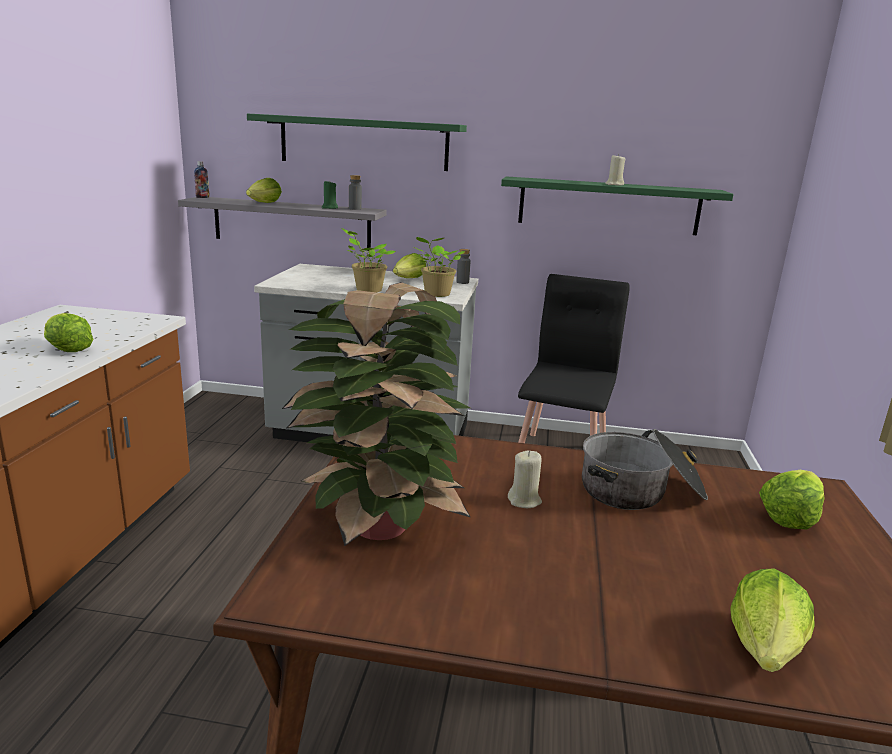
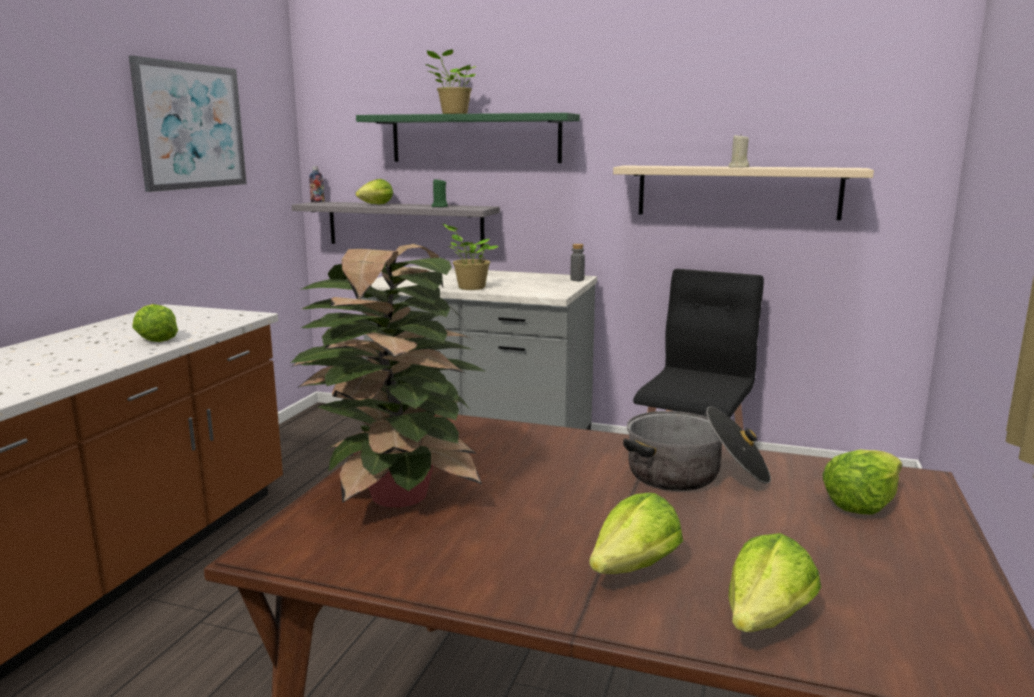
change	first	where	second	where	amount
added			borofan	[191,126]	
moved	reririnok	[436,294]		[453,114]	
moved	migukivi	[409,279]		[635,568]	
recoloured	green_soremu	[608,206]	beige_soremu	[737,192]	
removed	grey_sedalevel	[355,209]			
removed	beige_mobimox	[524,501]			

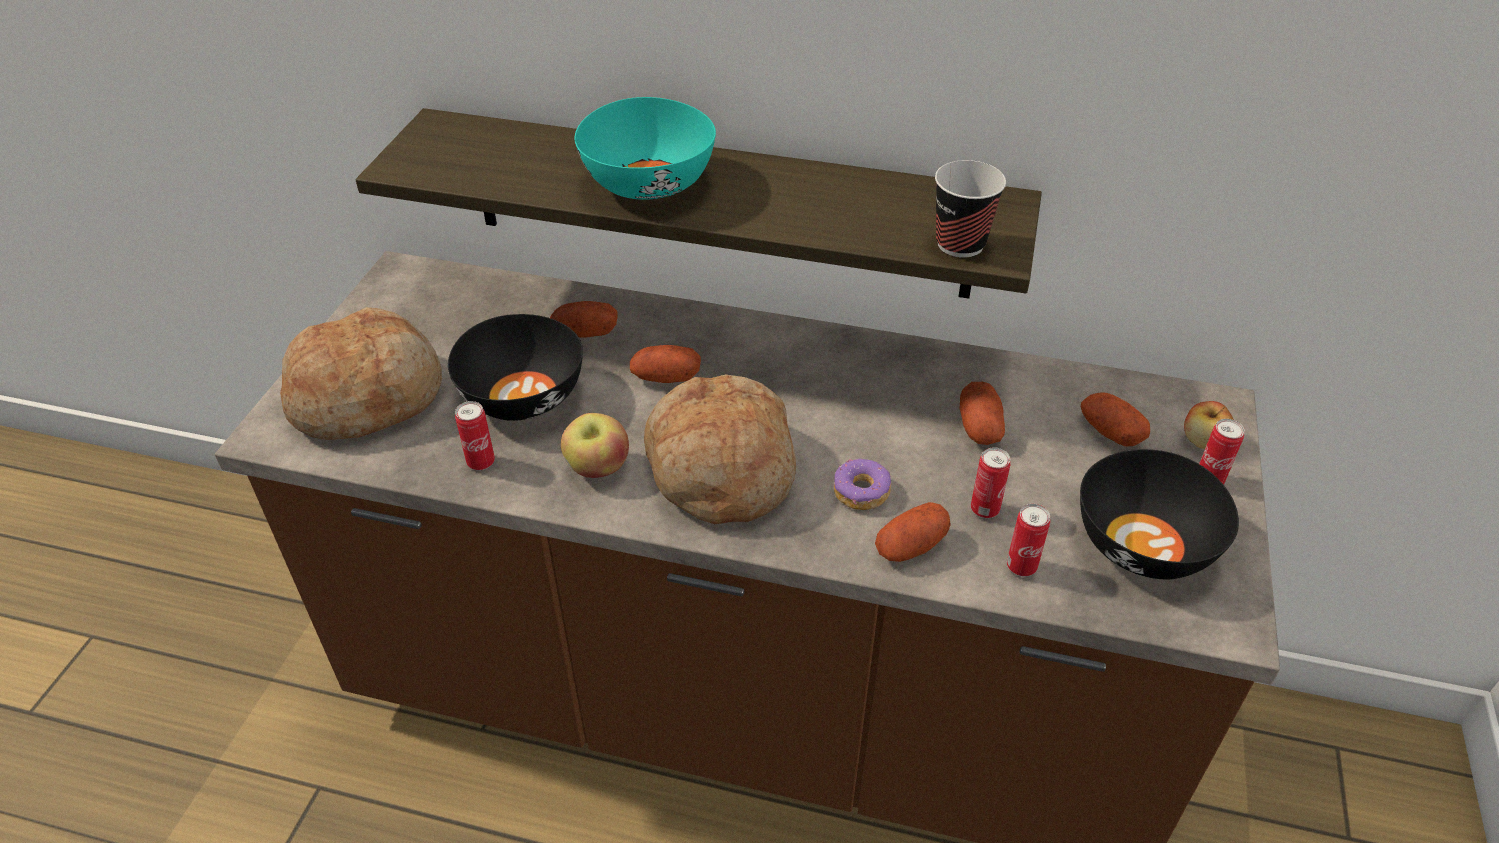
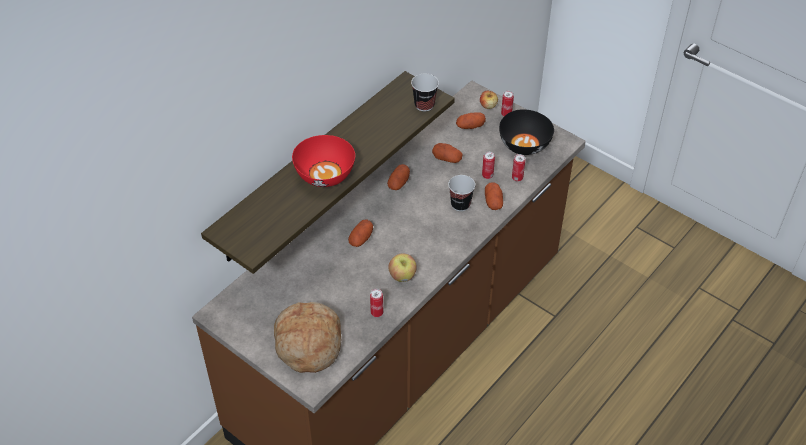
change	first	where	second	where	amount
recoloured	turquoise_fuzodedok	[647,183]	red_fuzodedok	[324,175]	
moved	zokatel	[584,333]		[398,183]	
replaced	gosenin	[861,492]	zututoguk	[460,204]	
removed	black_fuzodedok	[521,397]			
removed	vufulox	[720,468]			

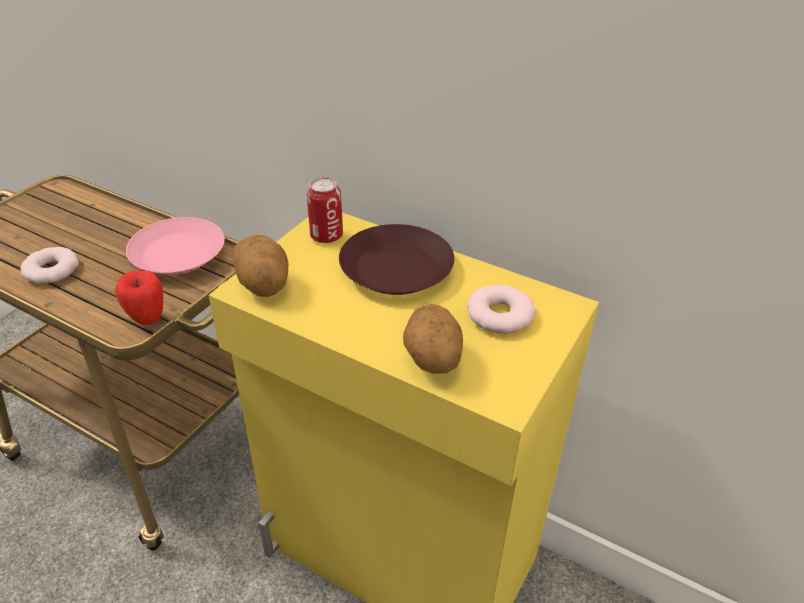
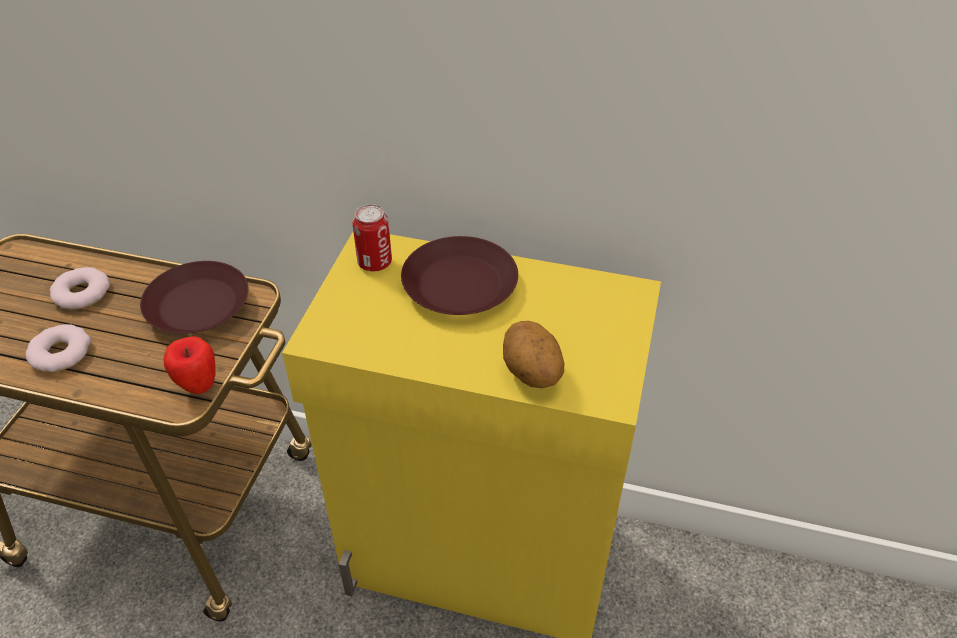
change	first	where	second	where	amount
moved	gosenin	[499,315]		[81,293]	
recoloured	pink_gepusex	[178,253]	brown_gepusex	[197,305]	
removed	zokatel	[264,285]			

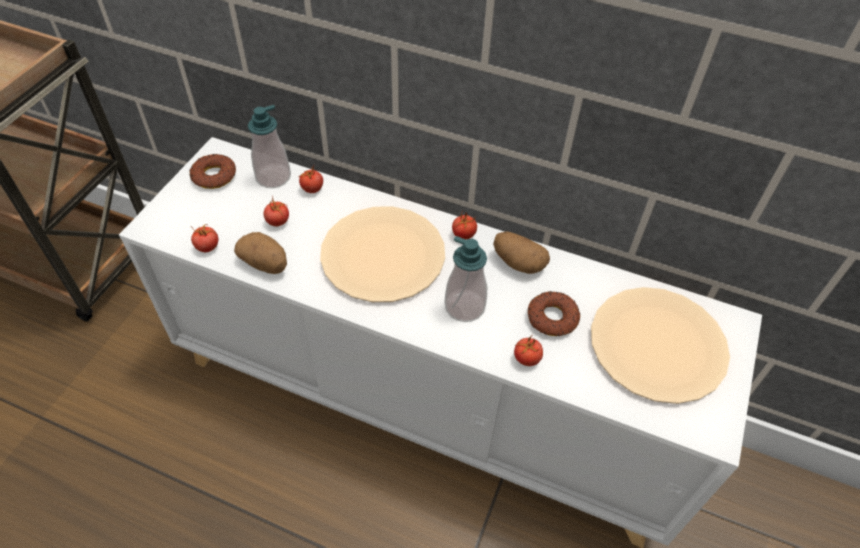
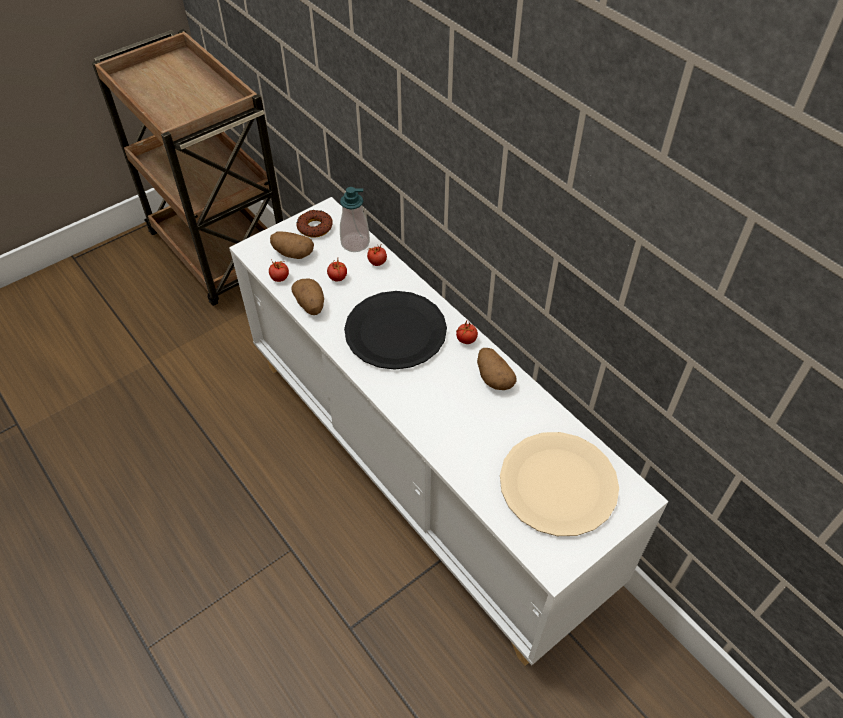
change	first	where	second	where	amount
added			zokatel	[292,253]	
recoloured	beige_gepusex	[383,255]	black_gepusex	[395,331]	
removed	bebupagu	[464,307]			
removed	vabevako	[526,359]			
removed	gosenin	[552,318]			

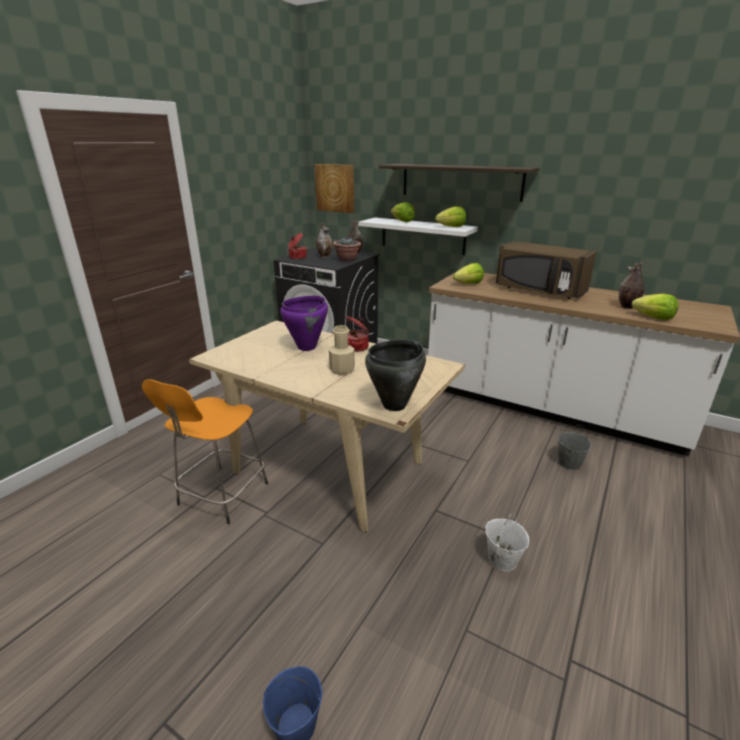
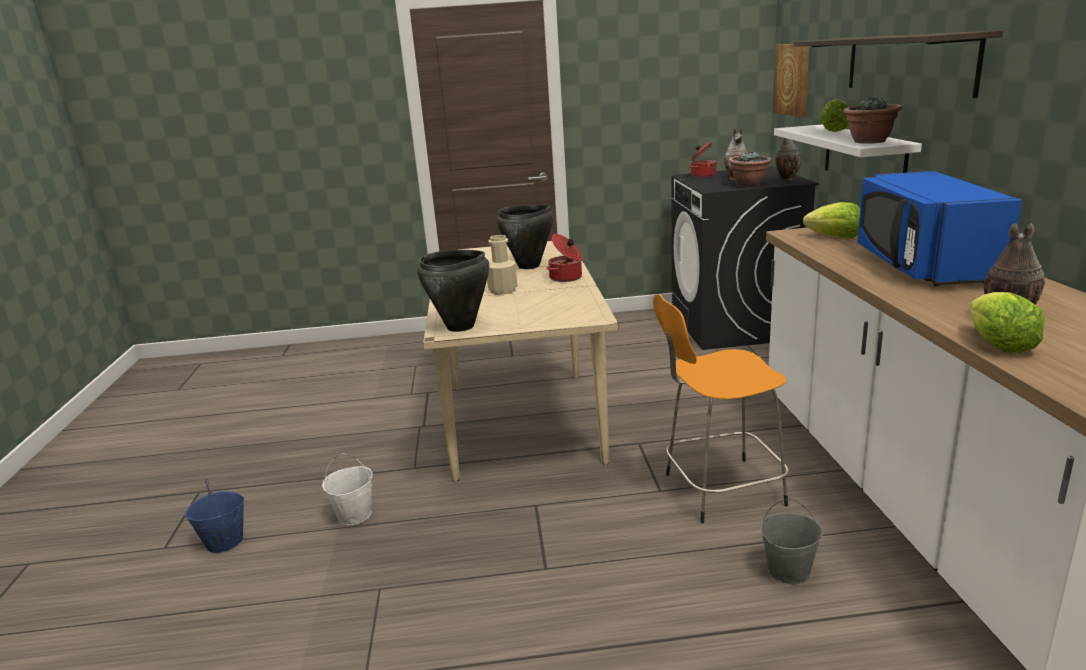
change	first	where	second	where	amount
moved	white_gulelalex	[502,559]		[355,515]	
recoloured	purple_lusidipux	[307,347]	black_lusidipux	[529,266]	
moved	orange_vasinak	[221,496]		[719,490]	
replaced	migukivi	[452,227]	reririnok	[869,141]	
recoloured	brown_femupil	[539,290]	blue_femupil	[922,266]	

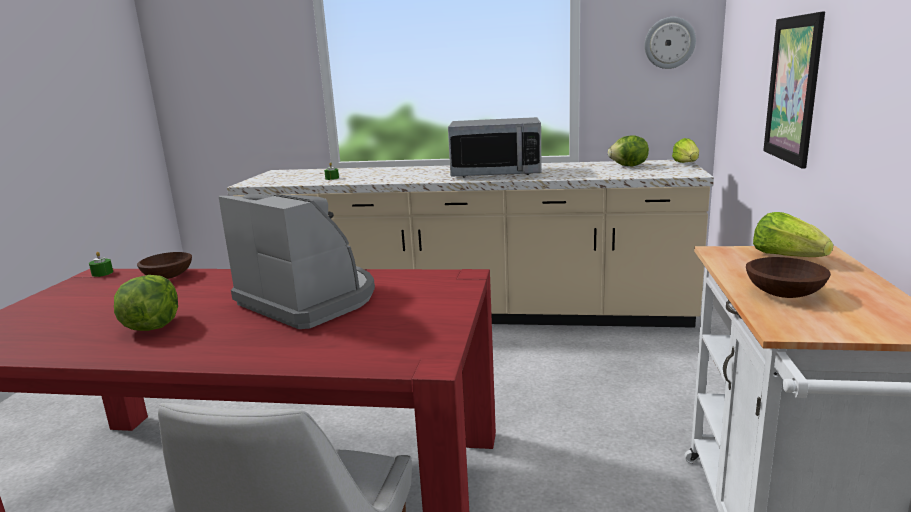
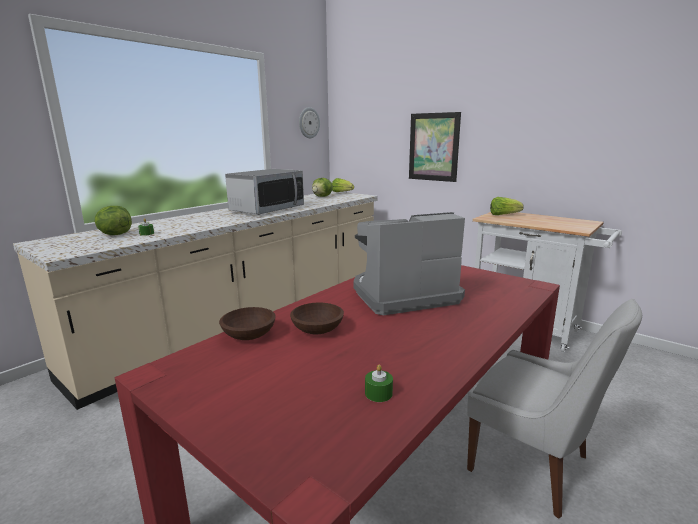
change	first	where	second	where	amount
moved	migukivi	[152,327]		[114,234]	
moved	brown_fuzodedok	[782,293]		[317,330]	
moved	green_mobimox	[102,273]		[378,393]	

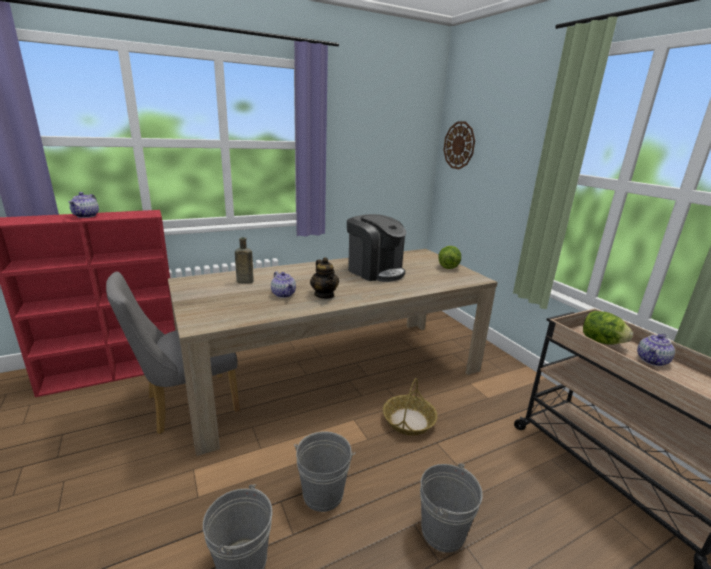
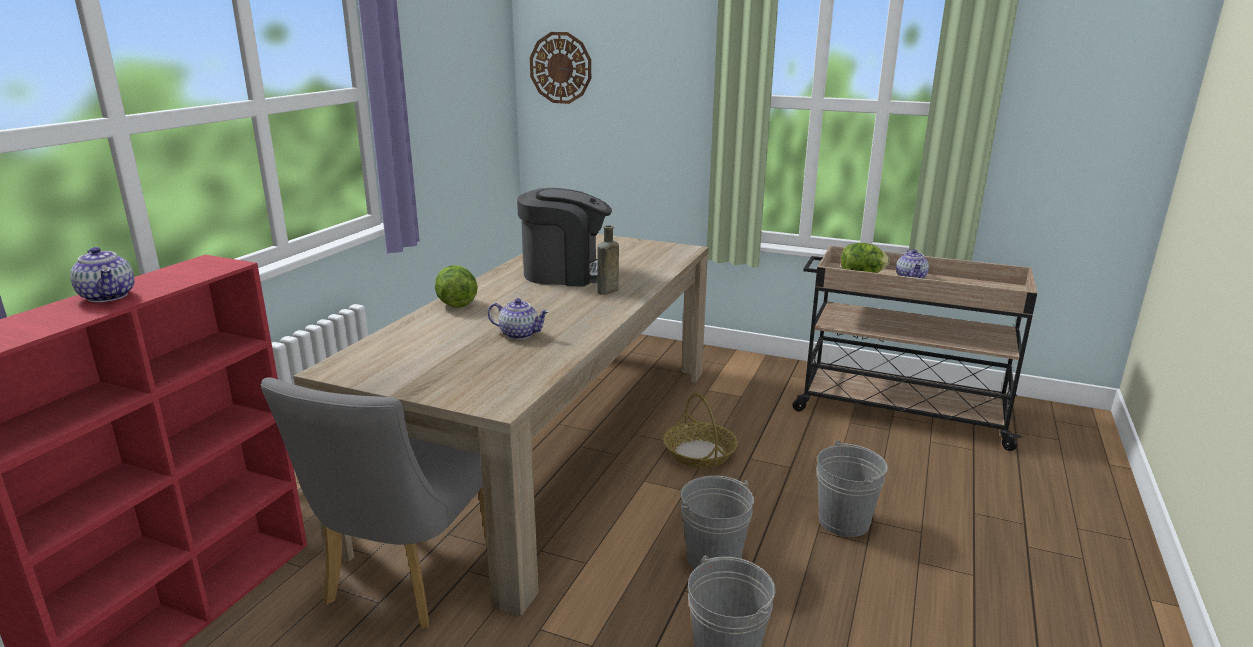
change	first	where	second	where	amount
moved	migukivi	[448,267]		[456,304]	
moved	brown_sedalevel	[243,281]		[606,291]	
removed	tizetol	[324,295]			

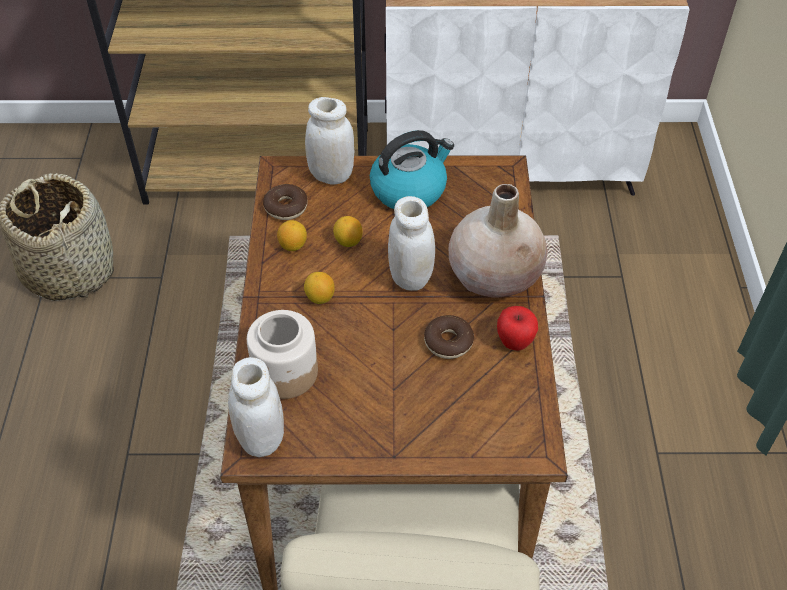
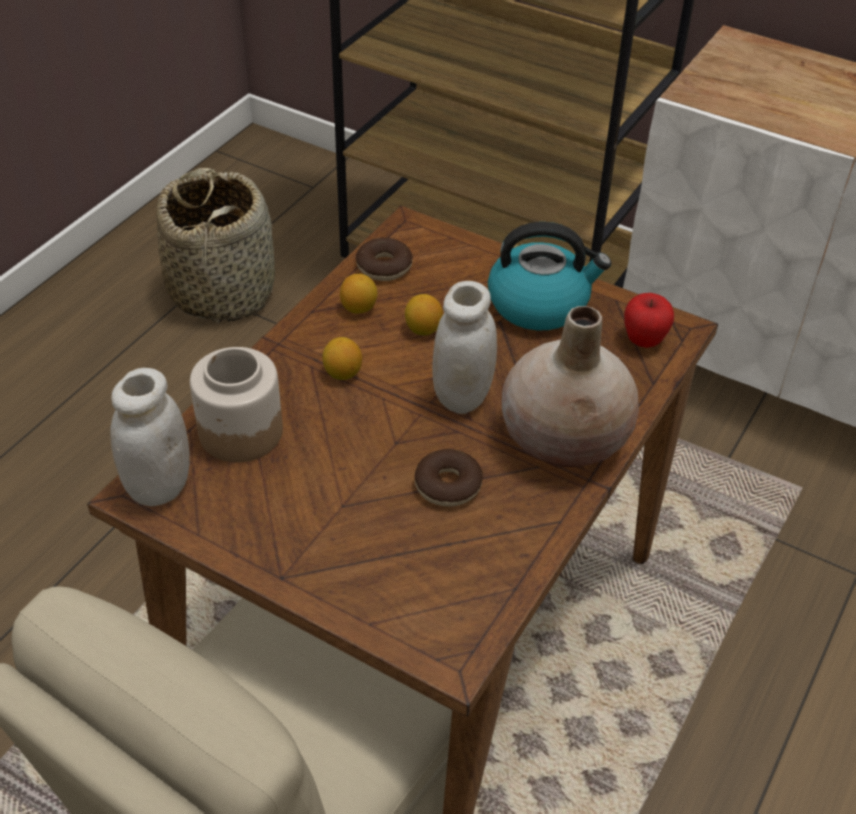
change	first	where	second	where	amount
moved	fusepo	[514,342]		[644,341]	
removed	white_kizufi	[331,175]			

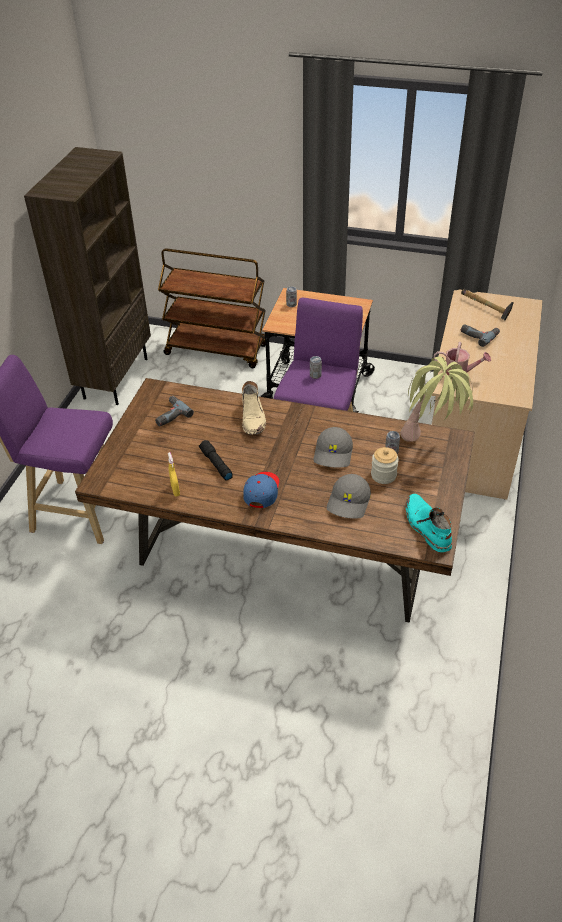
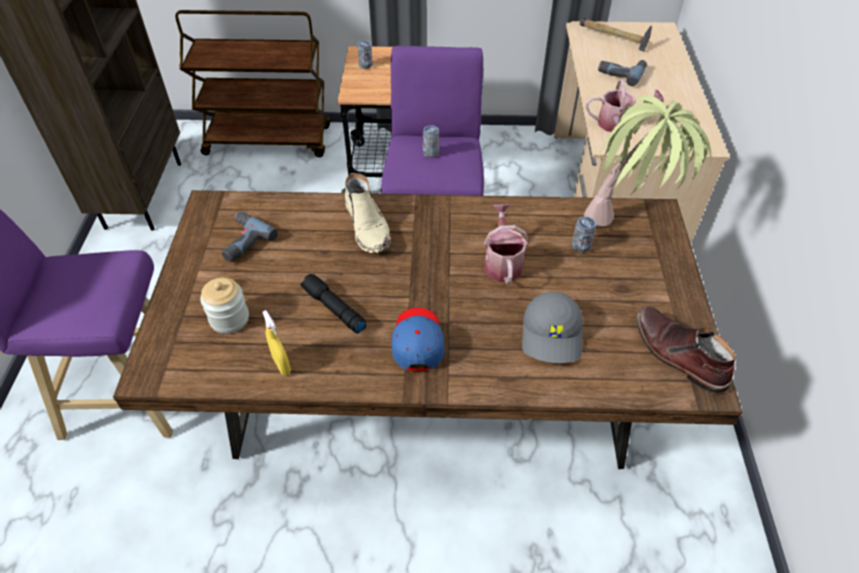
change	first	where	second	where	amount
moved	kizufi	[383,475]		[229,319]	
replaced	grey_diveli	[334,454]	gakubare	[502,262]	
recoloured	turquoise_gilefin	[426,527]	brown_gilefin	[677,354]	

